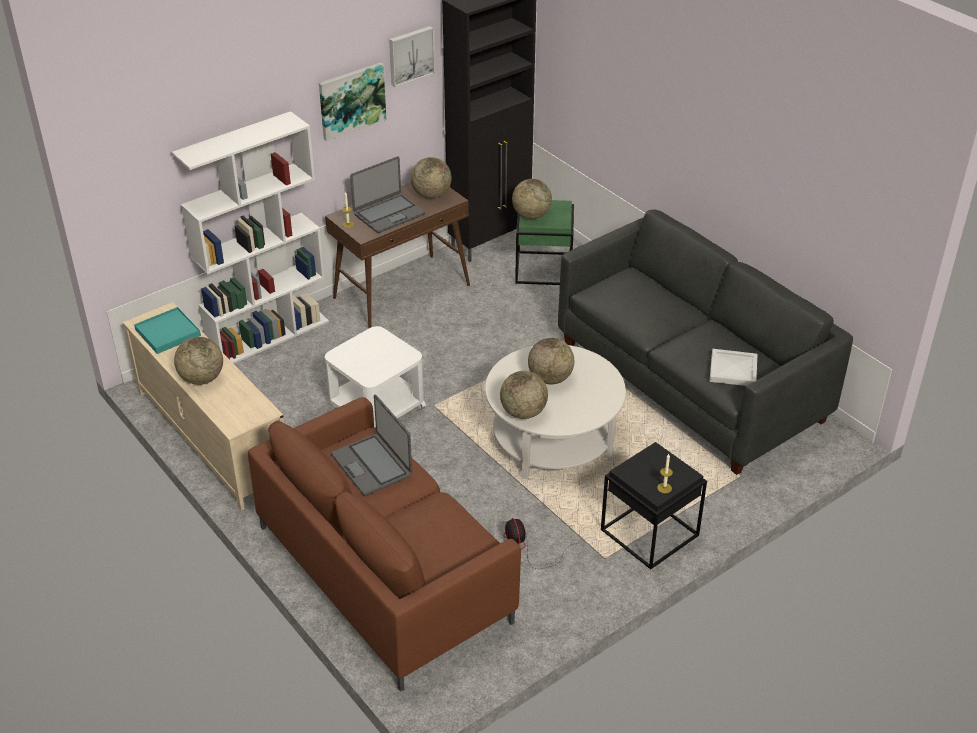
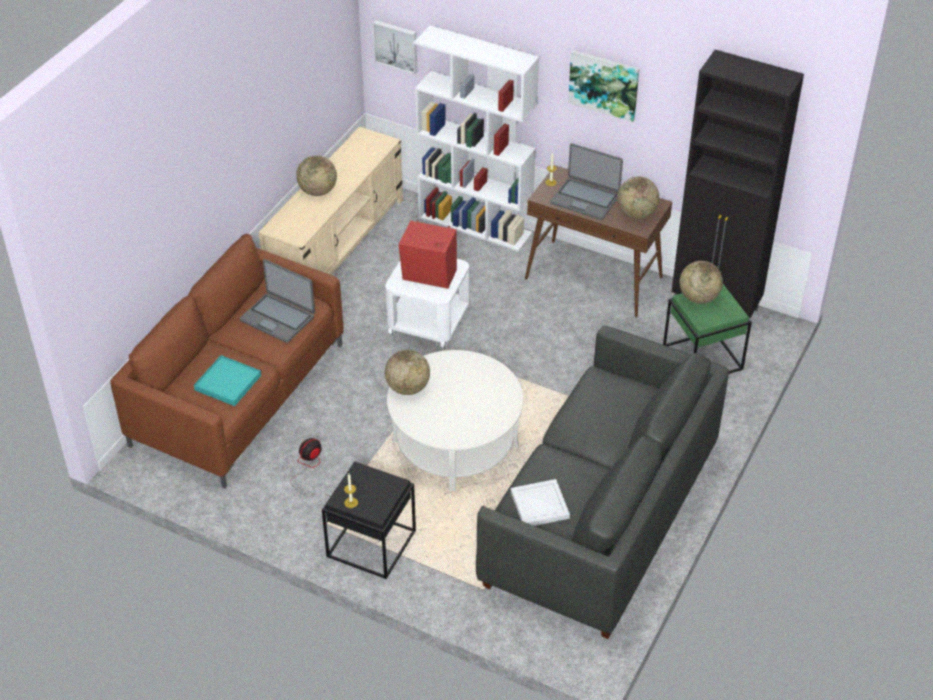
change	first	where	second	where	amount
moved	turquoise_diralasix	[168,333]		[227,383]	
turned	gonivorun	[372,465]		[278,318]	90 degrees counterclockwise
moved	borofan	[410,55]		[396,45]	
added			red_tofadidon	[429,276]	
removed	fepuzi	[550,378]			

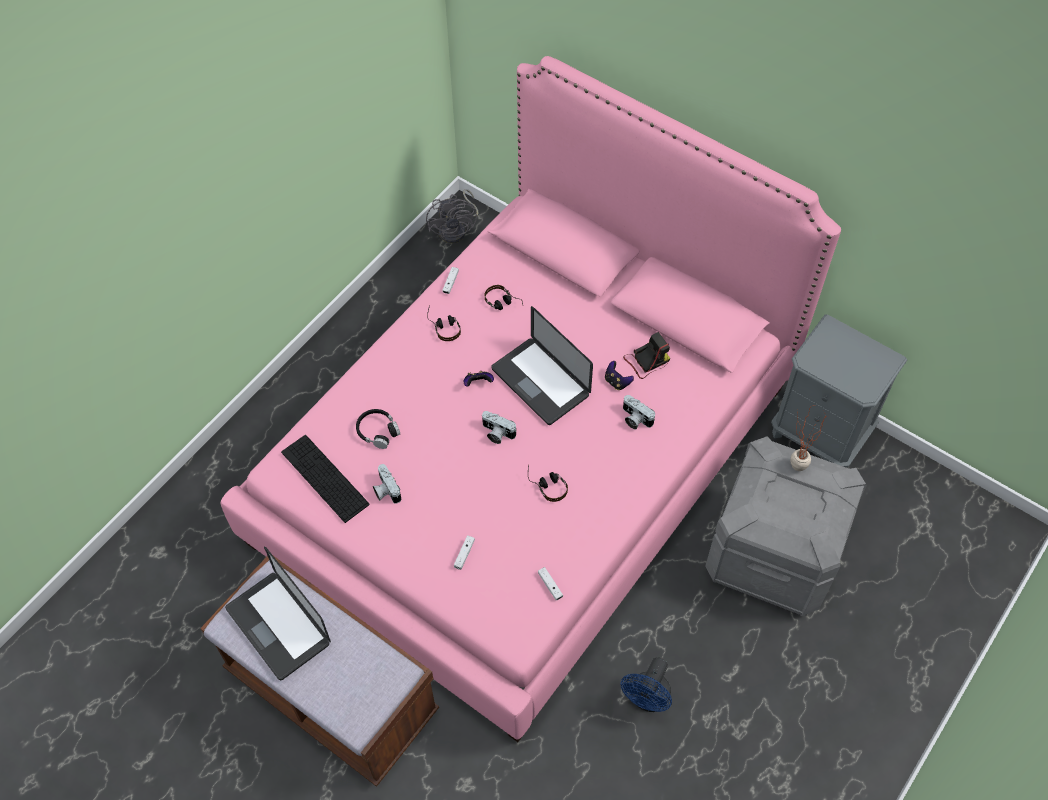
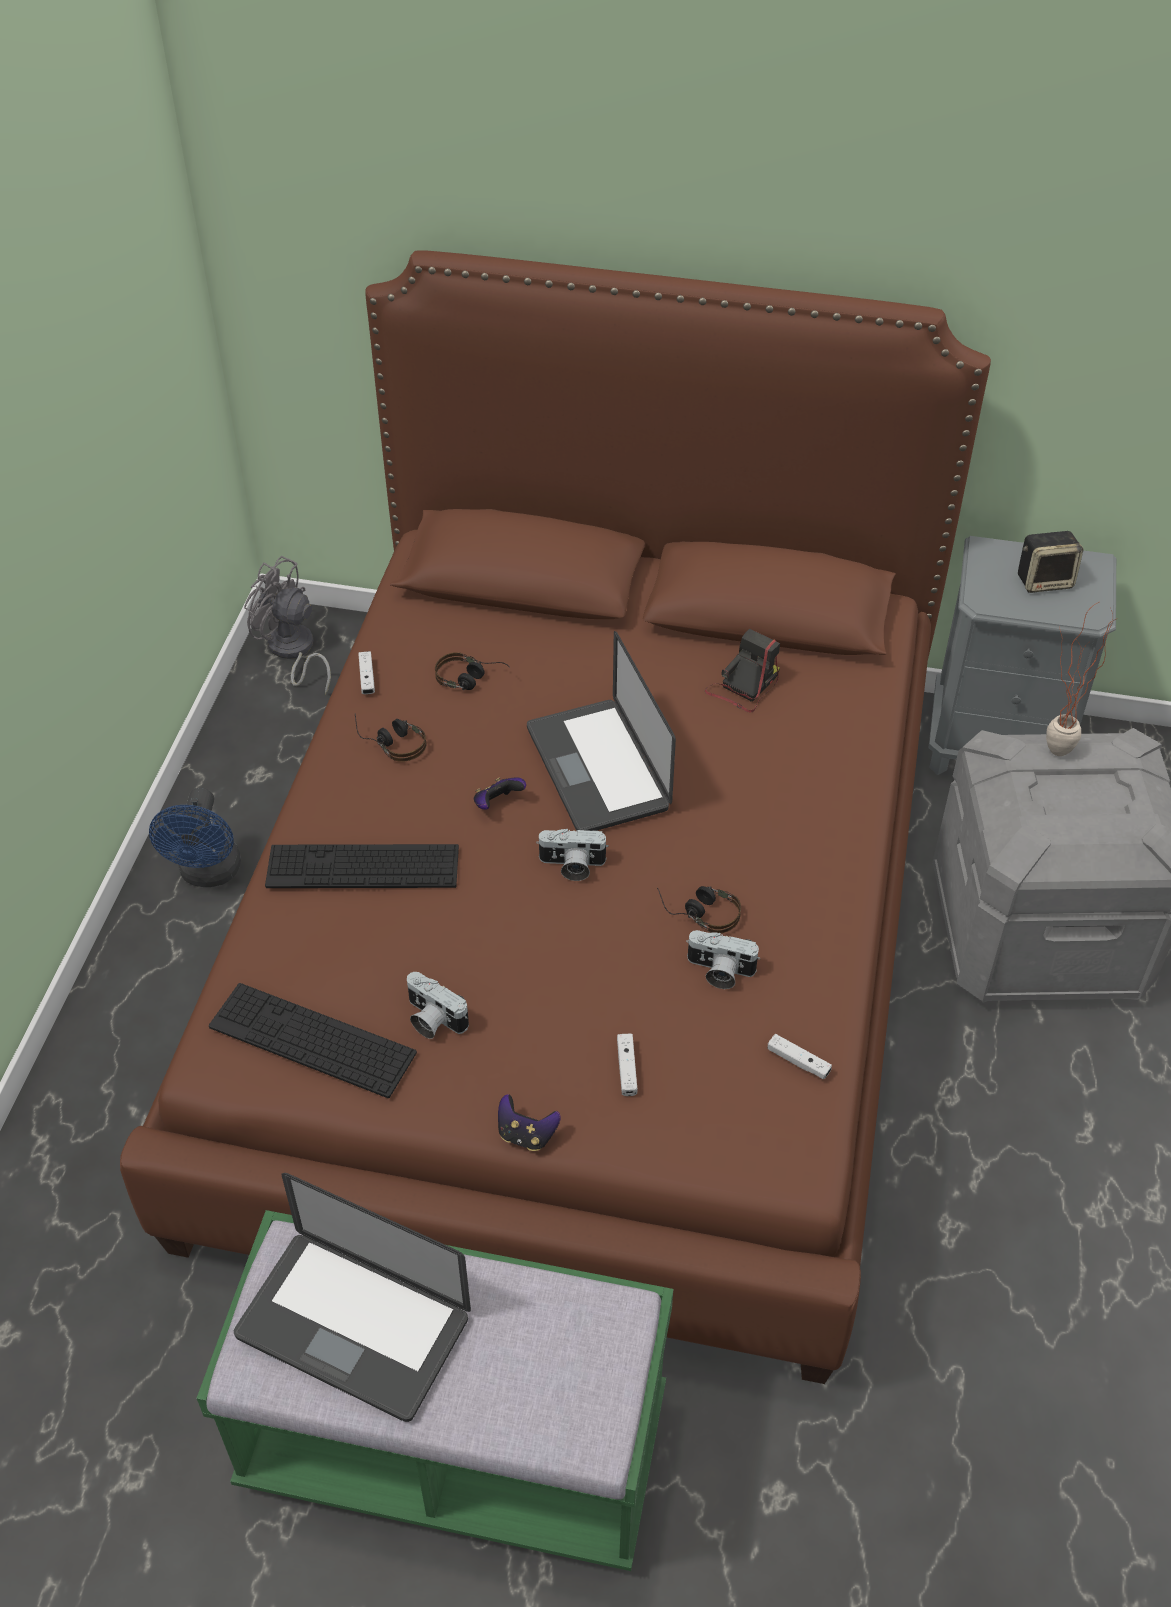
change	first	where	second	where	amount
recoloured	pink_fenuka	[523,461]	brown_fenuka	[583,942]	
moved	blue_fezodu	[647,699]		[209,874]	
recoloured	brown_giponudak	[332,691]	green_giponudak	[454,1442]	
turned	grey_fezodu	[456,229]		[292,652]	150 degrees clockwise
added			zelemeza	[363,866]	
moved	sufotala	[617,382]		[526,1134]	
turned	gonivorun	[540,382]		[597,768]	45 degrees clockwise
moved	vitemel	[634,419]		[719,971]	
added			tofadidon	[1045,580]	
removed	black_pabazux	[378,431]			

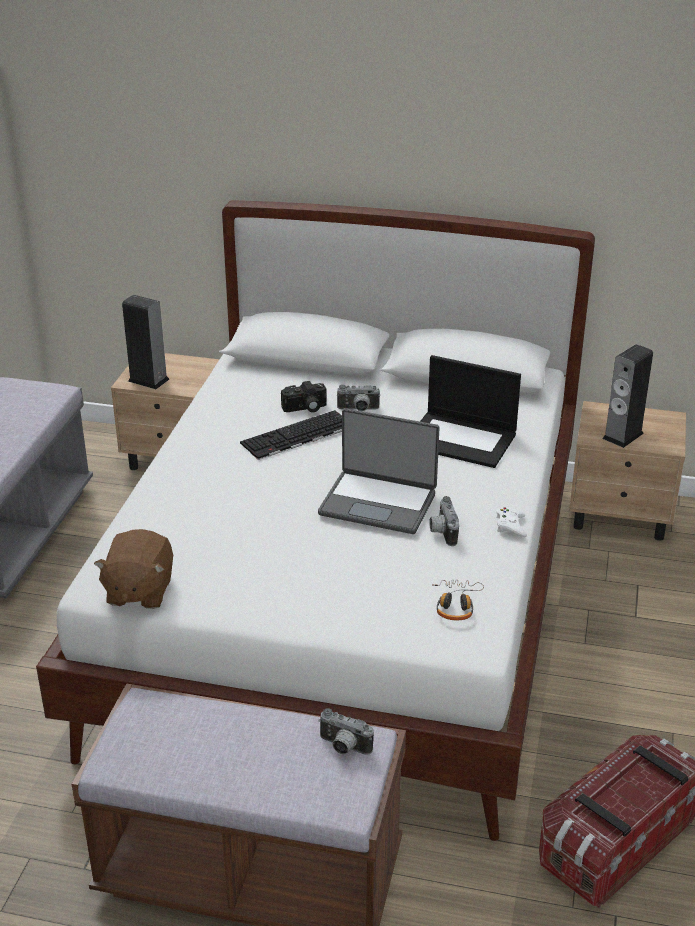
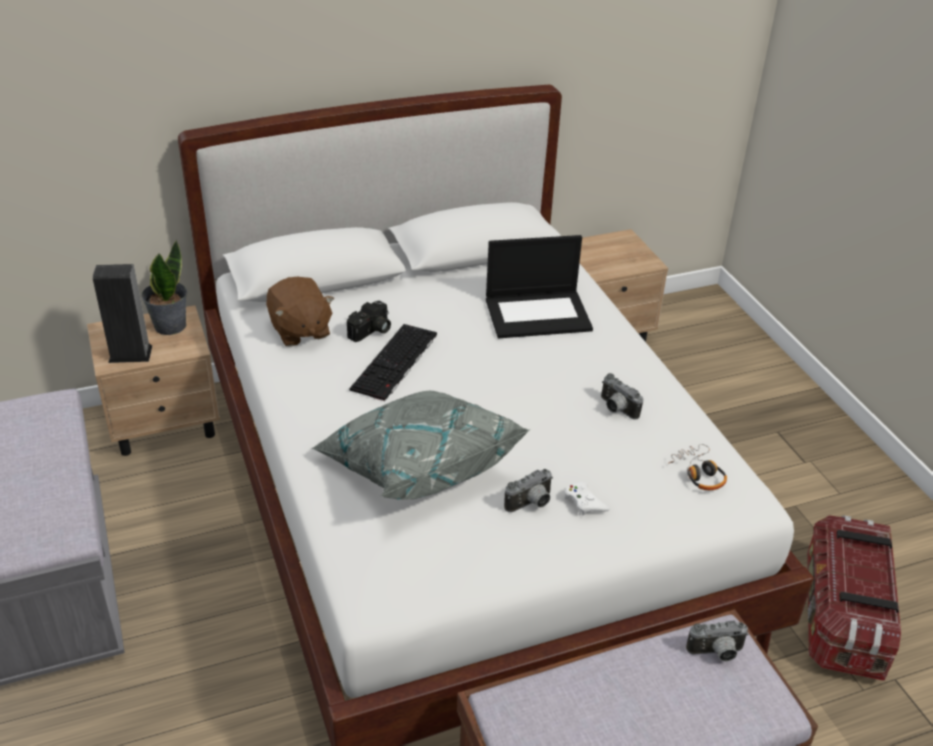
change	first	where	second	where	amount
added			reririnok	[169,325]	
moved	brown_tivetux	[139,591]		[299,330]	
added			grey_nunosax	[417,467]	
moved	vitemel	[358,410]		[531,504]	
moved	white_sufotala	[511,526]		[584,502]	
removed	gonivorun	[378,503]			
removed	tofadidon	[623,436]			

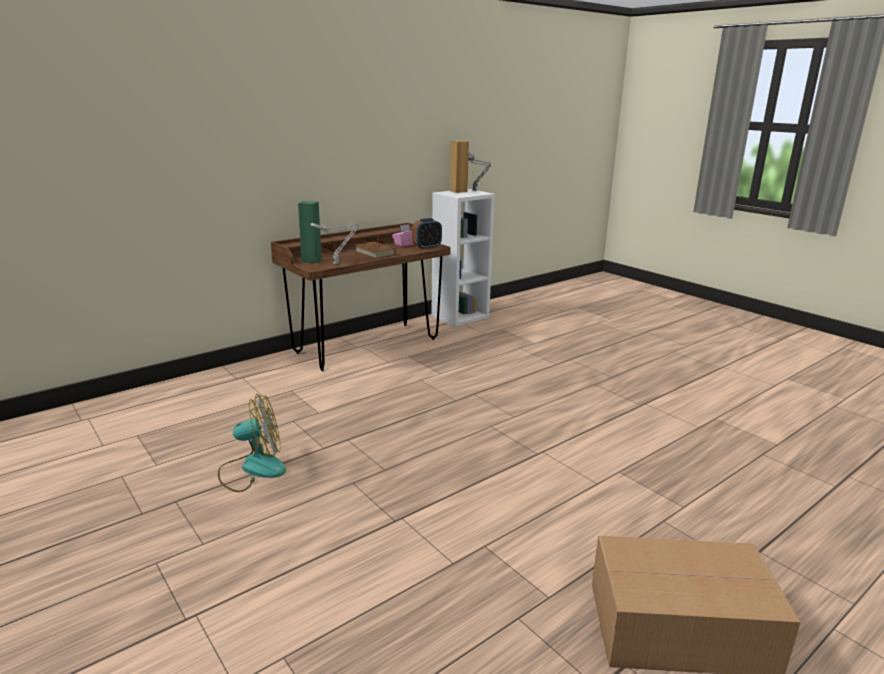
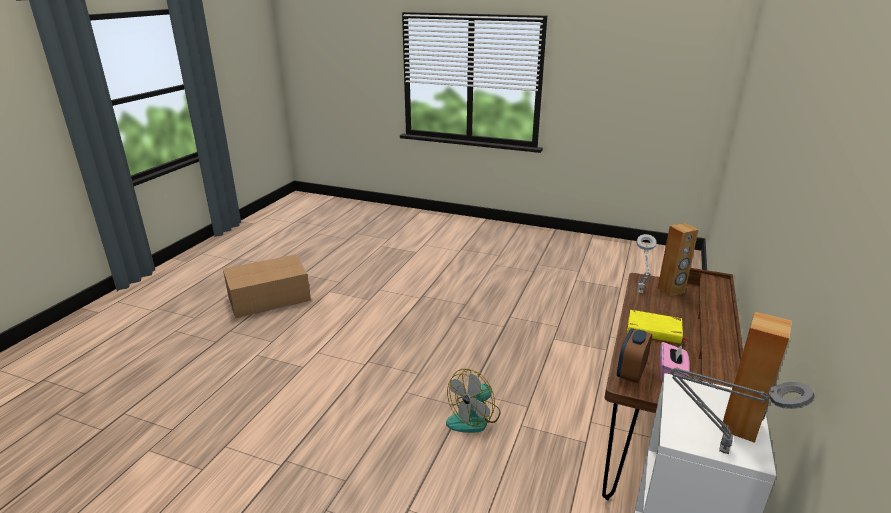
change	first	where	second	where	amount
moved	fezodu	[252,469]		[474,418]	
recoloured	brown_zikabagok	[375,253]	yellow_zikabagok	[654,330]	
recoloured	green_tofadidon	[311,260]	brown_tofadidon	[671,290]	

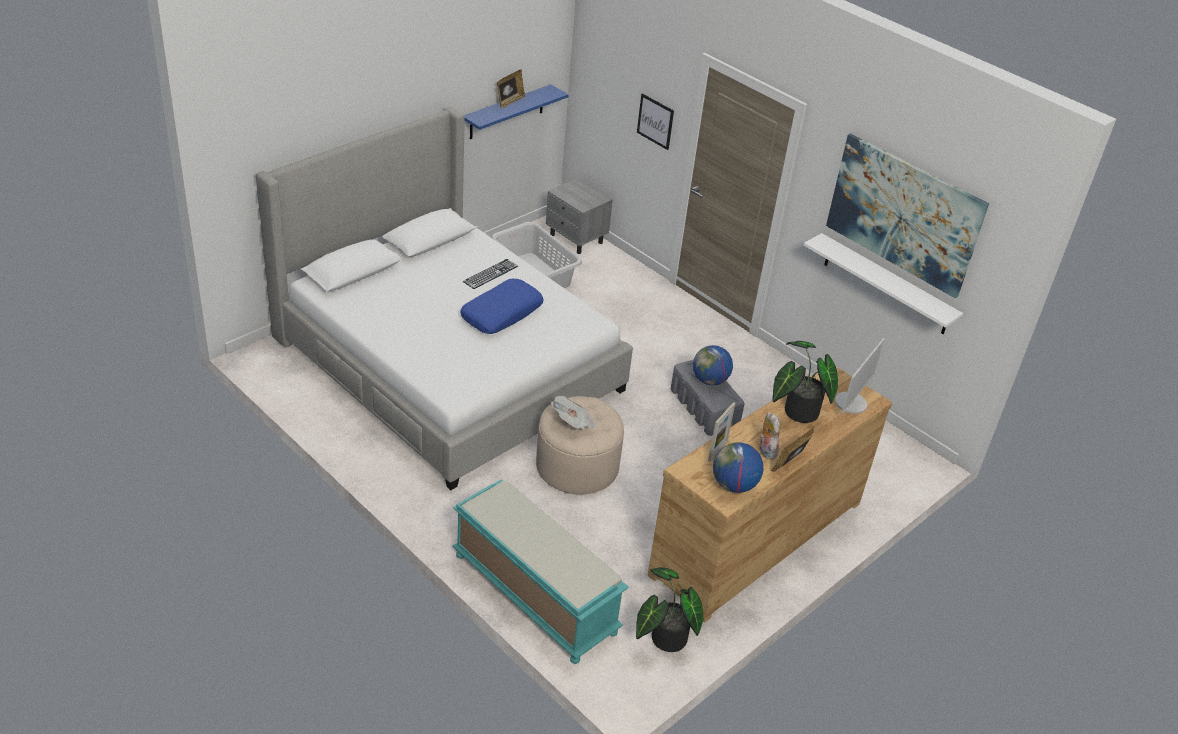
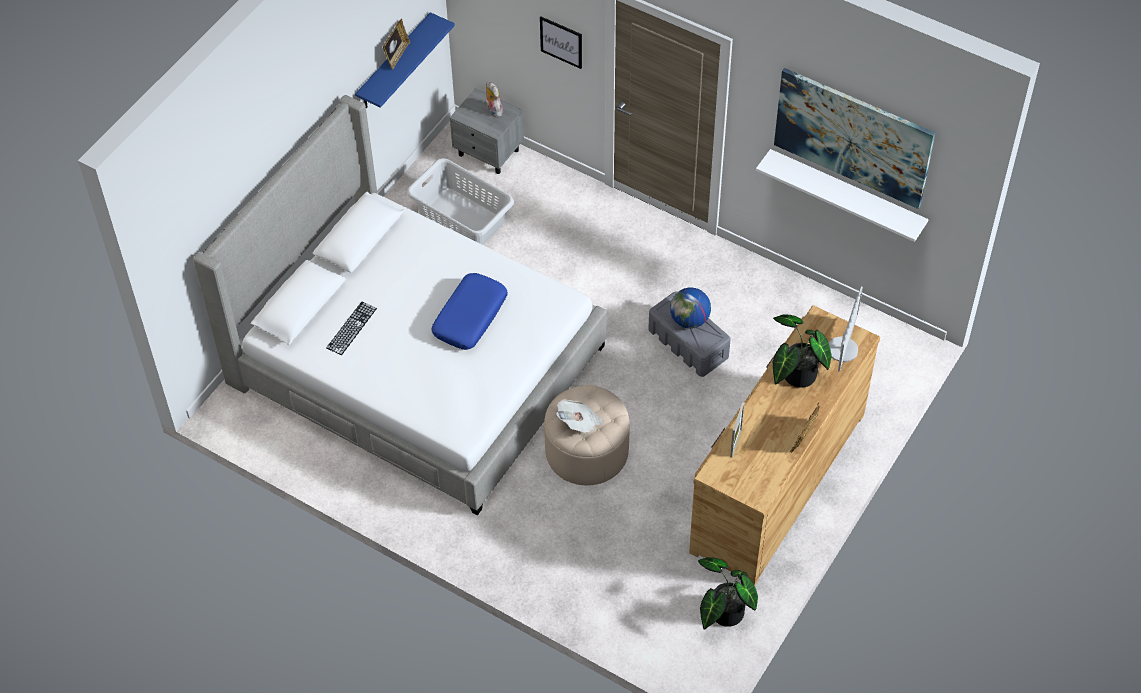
change	first	where	second	where	amount
moved	zelemeza	[490,274]		[351,328]	
moved	tivetux	[765,451]		[493,110]	
removed	turquoise_giponudak	[533,593]			
removed	fepuzi	[734,485]			

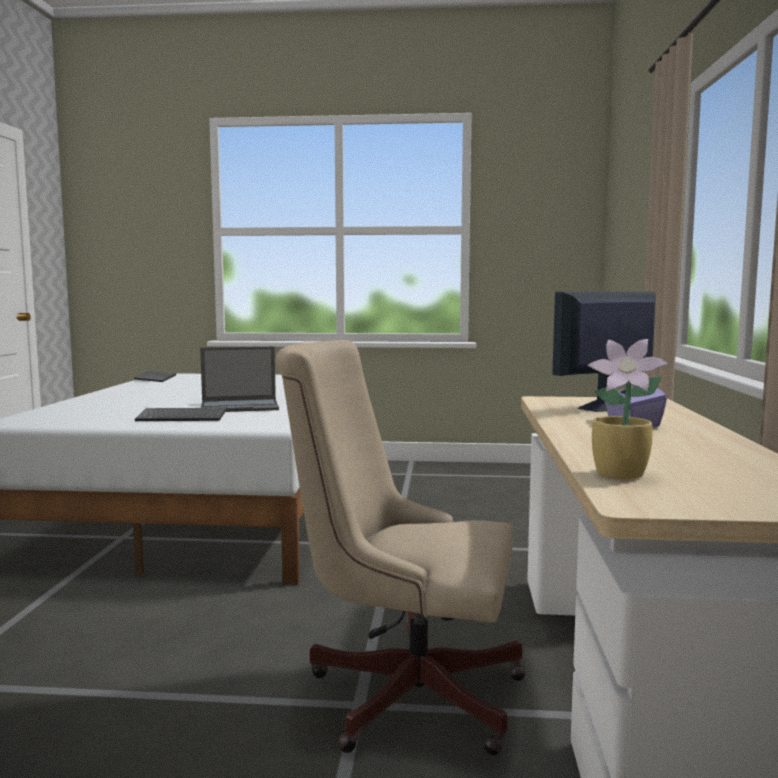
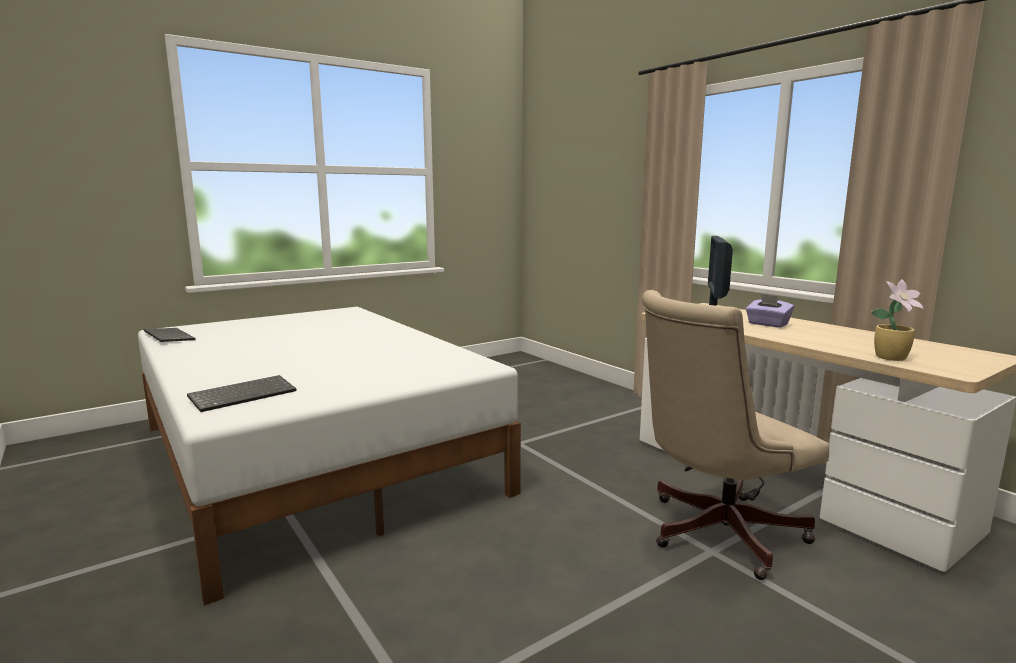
change	first	where	second	where	amount
moved	zelemeza	[183,417]		[244,395]	
removed	gonivorun	[240,406]			

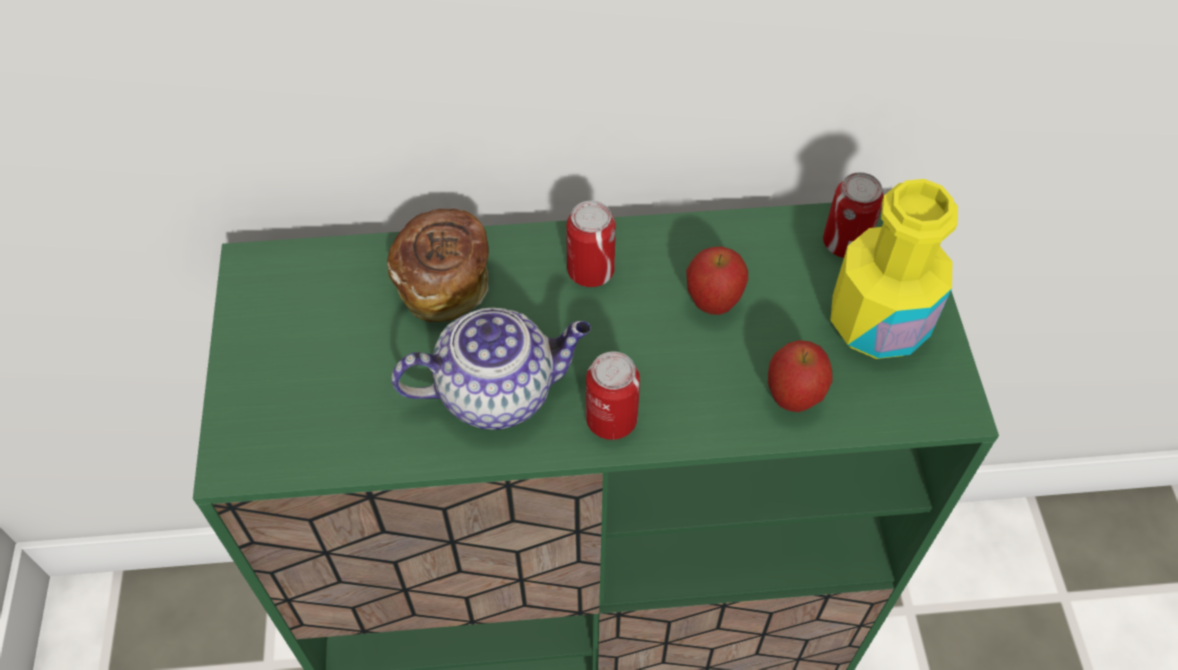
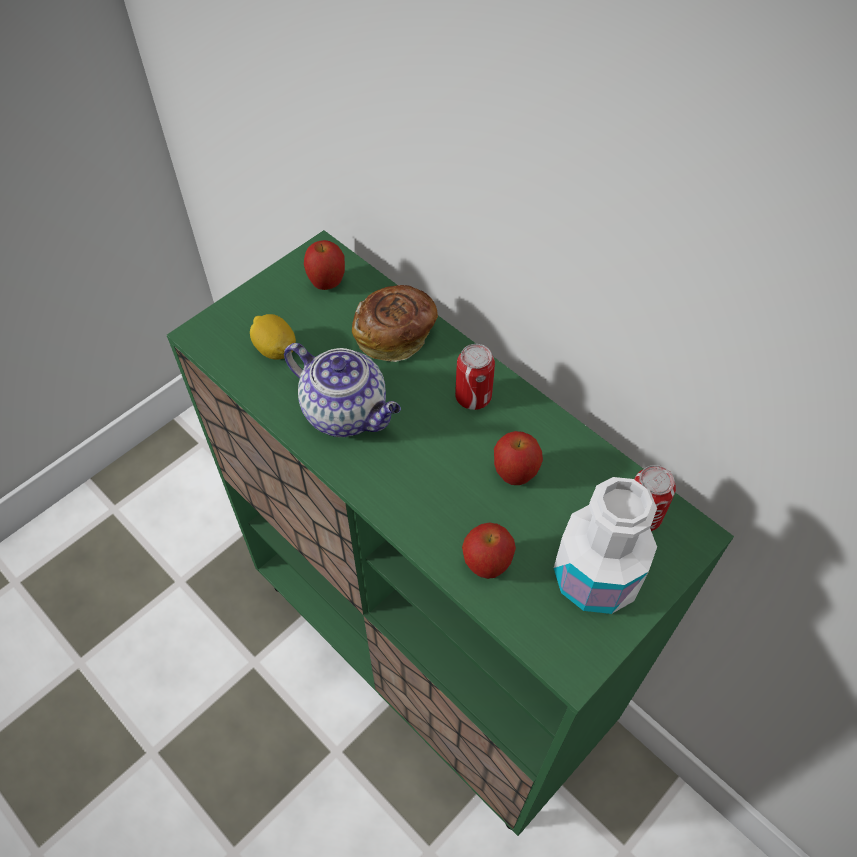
change	first	where	second	where	amount
added			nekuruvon	[275,349]	
added			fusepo	[327,283]	
recoloured	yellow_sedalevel	[878,322]	white_sedalevel	[596,577]	
removed	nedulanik	[611,420]			

